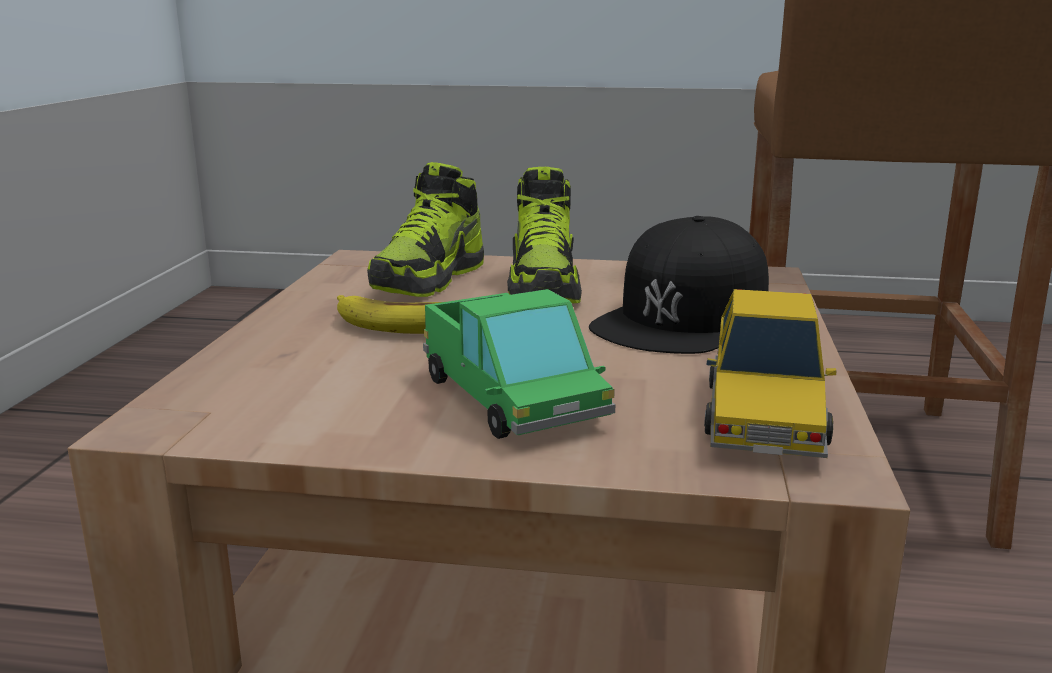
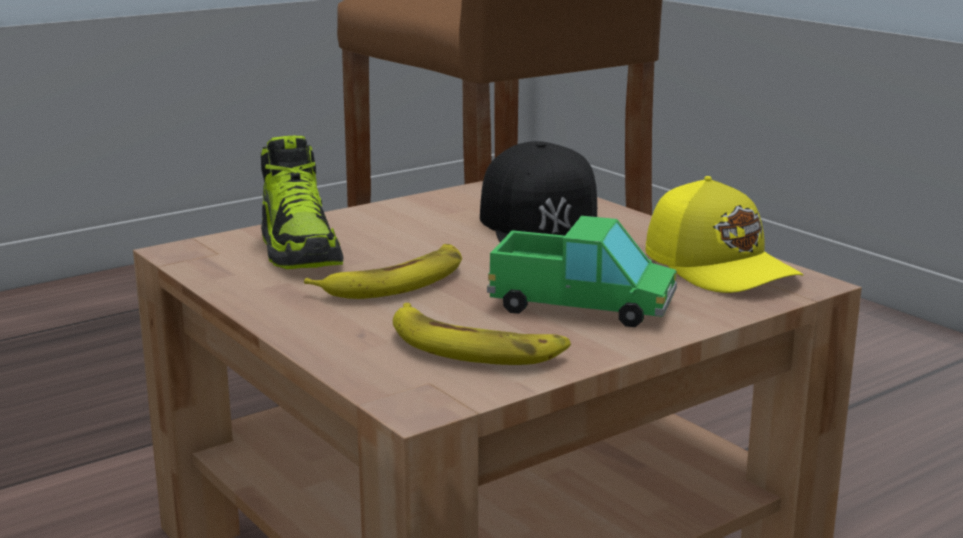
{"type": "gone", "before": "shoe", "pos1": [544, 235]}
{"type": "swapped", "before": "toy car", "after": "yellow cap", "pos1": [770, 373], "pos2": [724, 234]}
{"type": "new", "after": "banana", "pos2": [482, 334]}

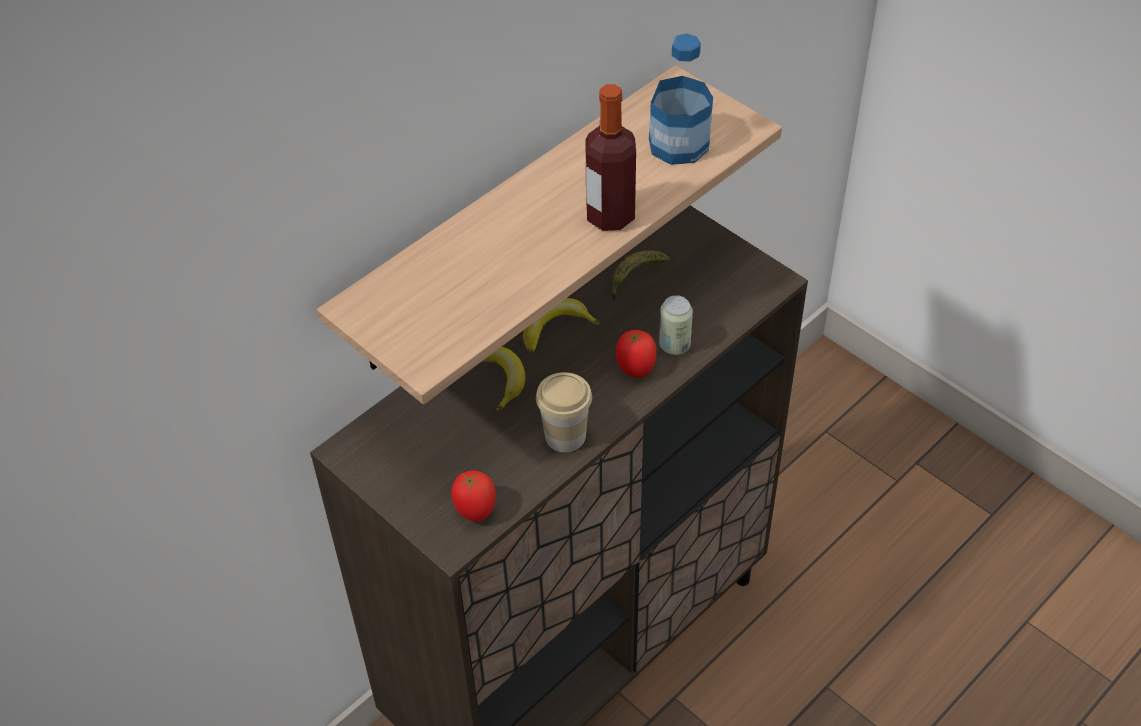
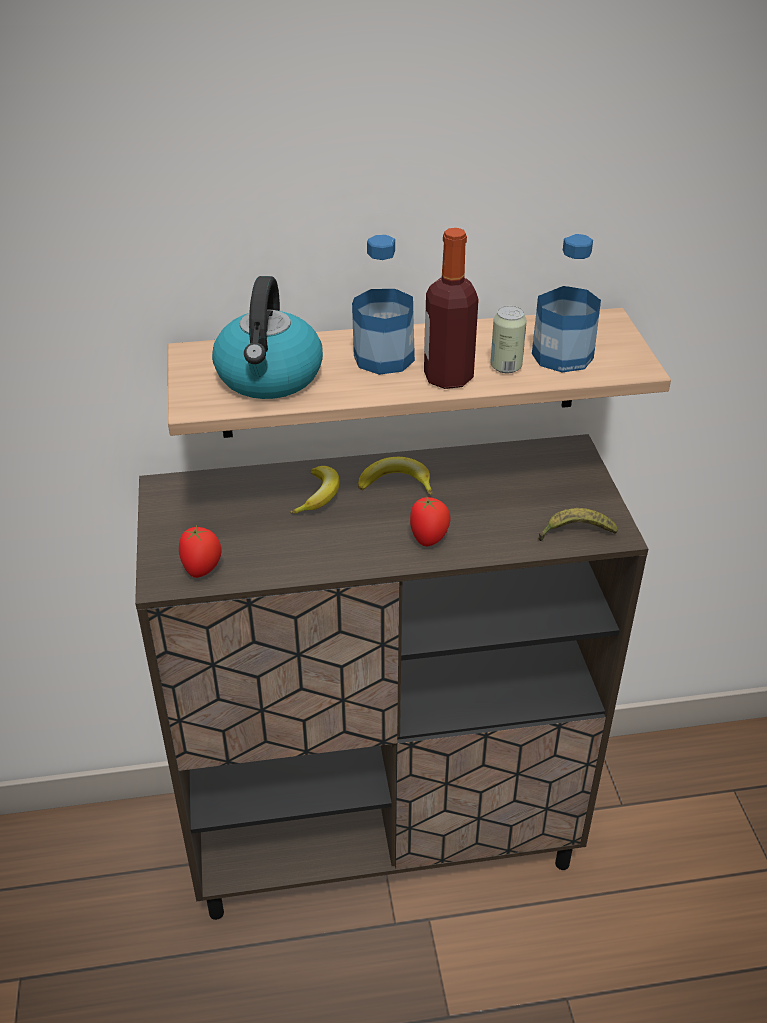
{"type": "shifted", "before": "banana", "pos1": [640, 275], "pos2": [578, 524]}
{"type": "shifted", "before": "can", "pos1": [676, 325], "pos2": [508, 339]}
{"type": "gone", "before": "cup", "pos1": [564, 412]}
{"type": "new", "after": "bottle", "pos2": [383, 305]}
{"type": "new", "after": "kettle", "pos2": [267, 337]}

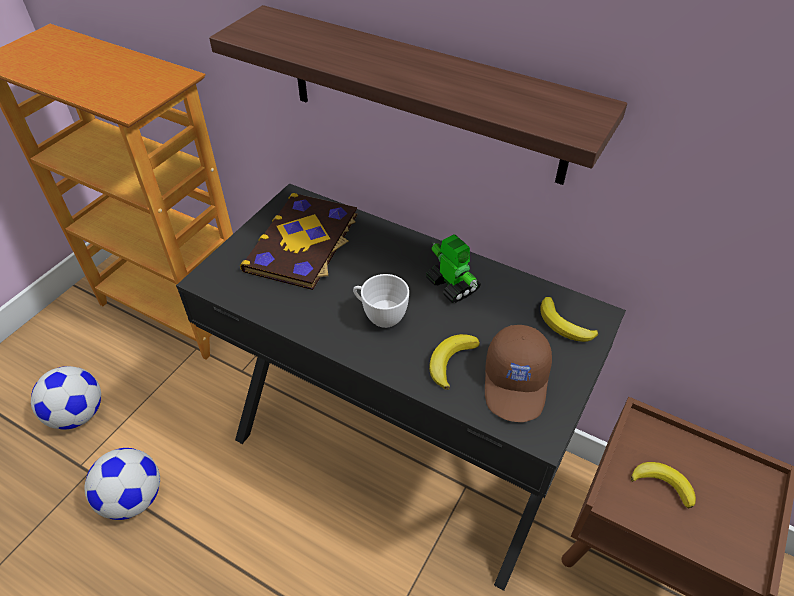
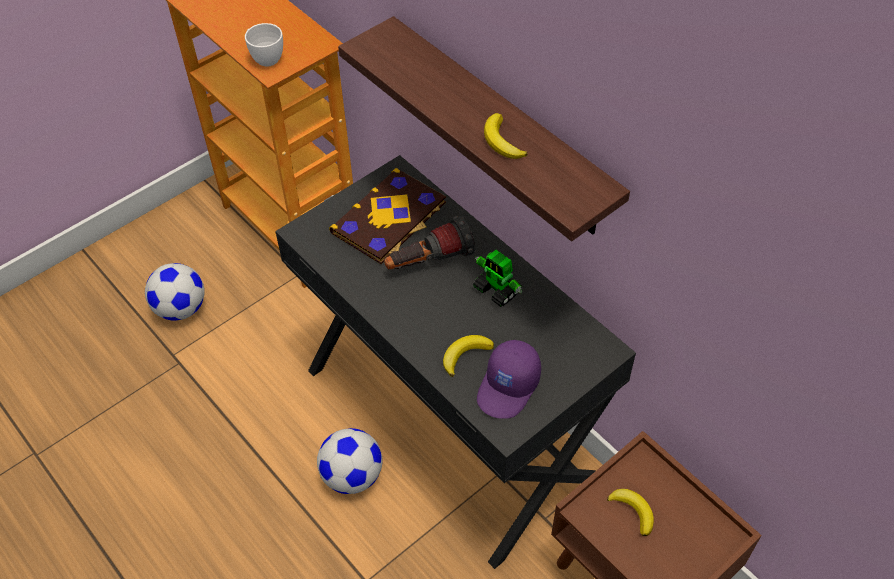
{"type": "rotated", "before": "toy robot", "pos1": [453, 268], "pos2": [497, 278], "turn": 150}
{"type": "shifted", "before": "white cup", "pos1": [381, 301], "pos2": [264, 45]}
{"type": "shifted", "before": "banana", "pos1": [569, 319], "pos2": [506, 136]}
{"type": "repainted", "before": "brown cap", "after": "purple cap", "pos1": [518, 373], "pos2": [509, 379]}
{"type": "shifted", "before": "football", "pos1": [122, 484], "pos2": [350, 461]}
{"type": "new", "after": "flashlight", "pos2": [429, 242]}

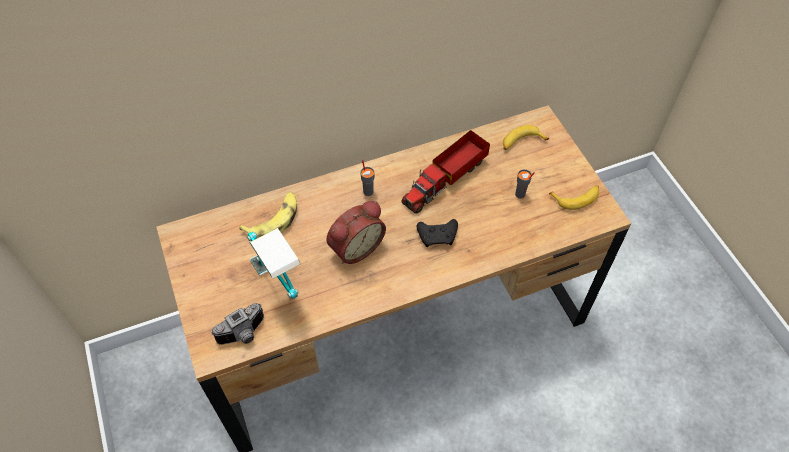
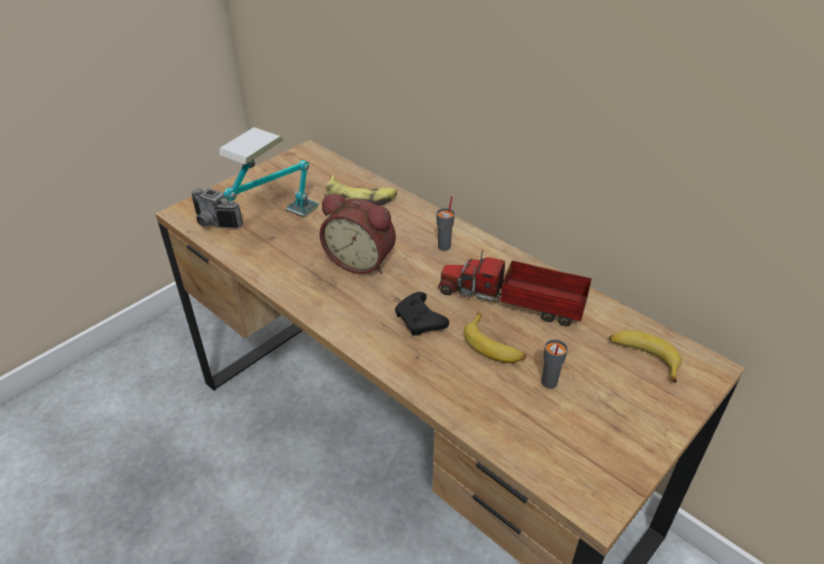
{"type": "shifted", "before": "banana", "pos1": [574, 197], "pos2": [495, 338]}

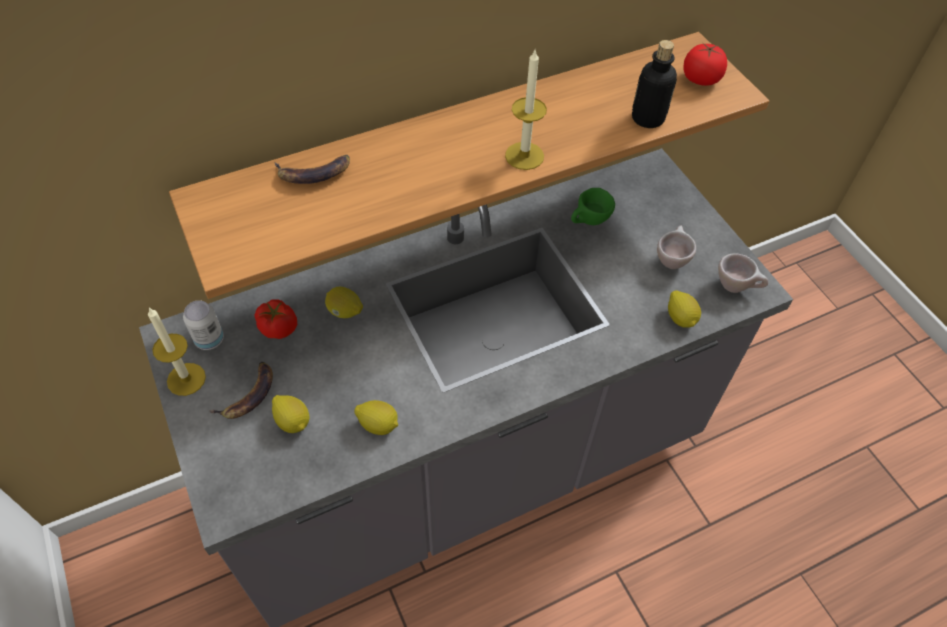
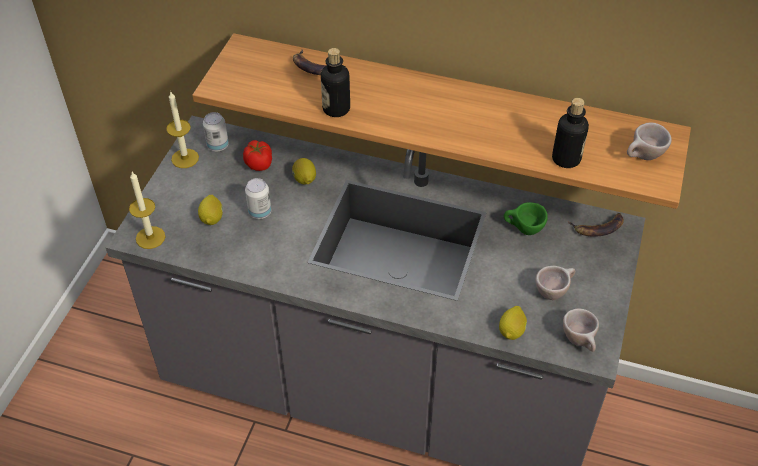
{"type": "swapped", "before": "tomato", "after": "beige cup", "pos1": [705, 64], "pos2": [649, 141]}
{"type": "shifted", "before": "candle", "pos1": [526, 109], "pos2": [147, 210]}
{"type": "shifted", "before": "banana", "pos1": [241, 390], "pos2": [596, 225]}
{"type": "gone", "before": "lemon", "pos1": [376, 417]}
{"type": "new", "after": "bottle", "pos2": [335, 82]}
{"type": "new", "after": "can", "pos2": [258, 198]}

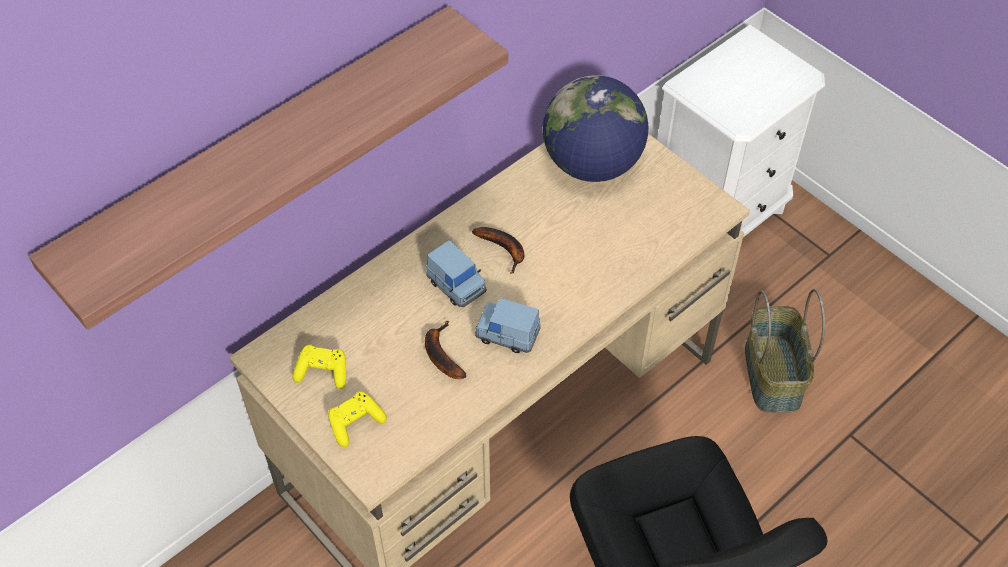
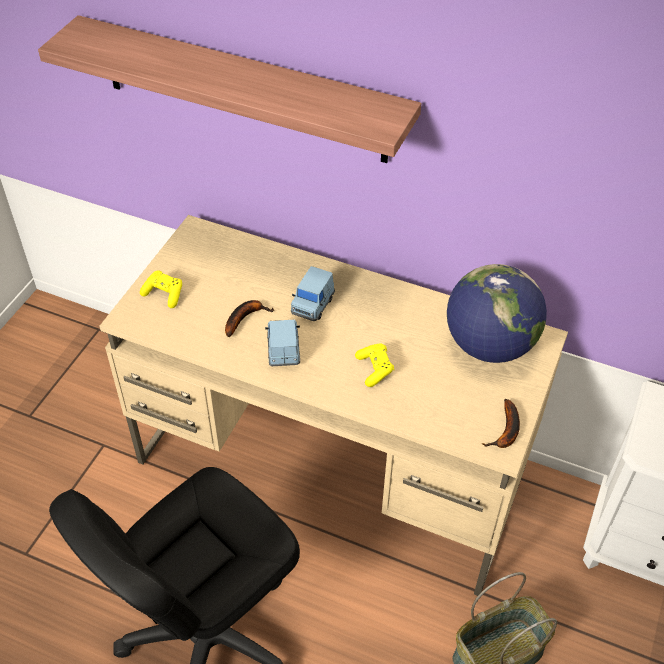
{"type": "shifted", "before": "banana", "pos1": [498, 250], "pos2": [500, 423]}
{"type": "shifted", "before": "yellow game controller", "pos1": [319, 366], "pos2": [374, 365]}

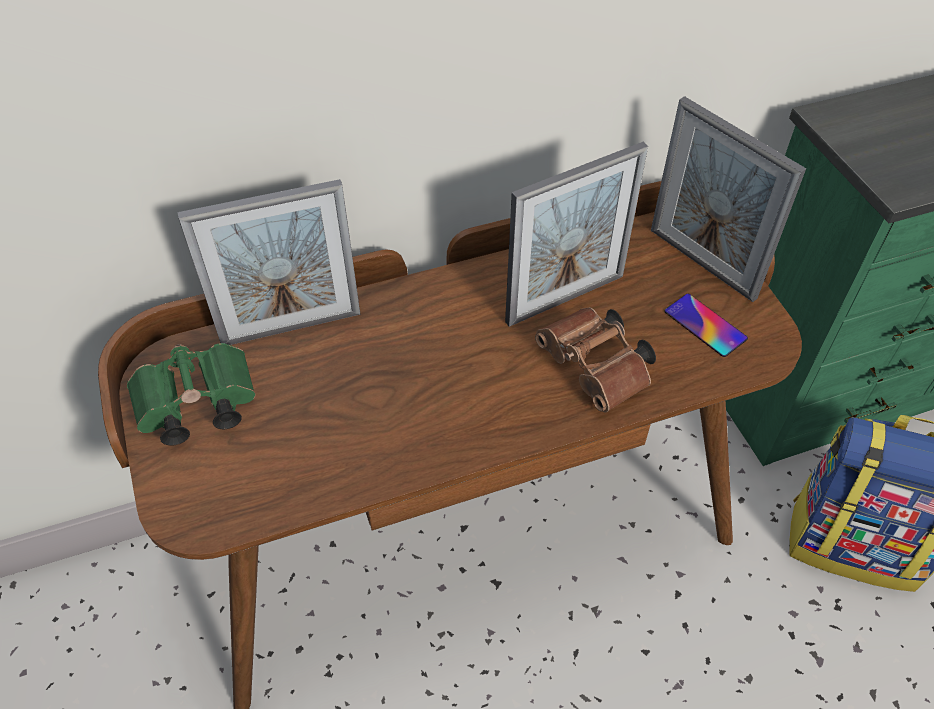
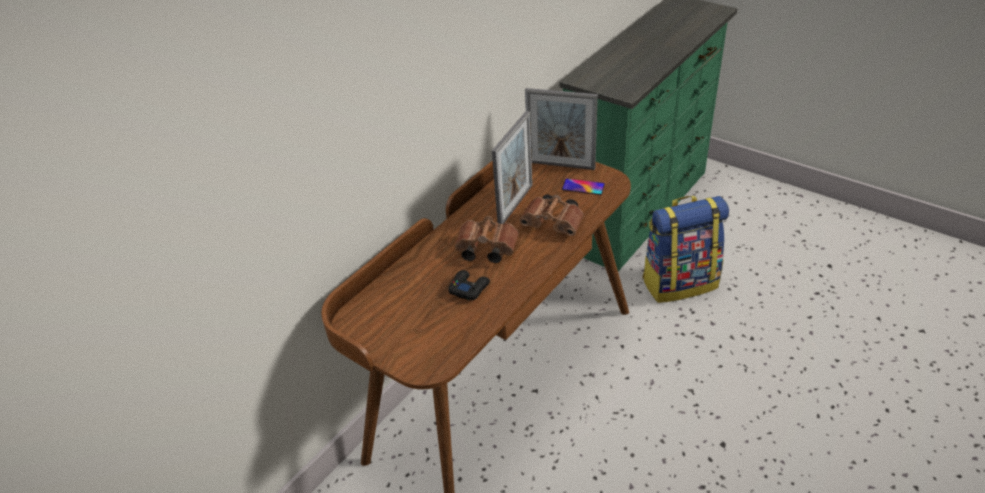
{"type": "gone", "before": "picture frame", "pos1": [268, 262]}
{"type": "gone", "before": "green binoculars", "pos1": [191, 394]}
{"type": "new", "after": "brown binoculars", "pos2": [487, 239]}
{"type": "new", "after": "black game controller", "pos2": [469, 285]}

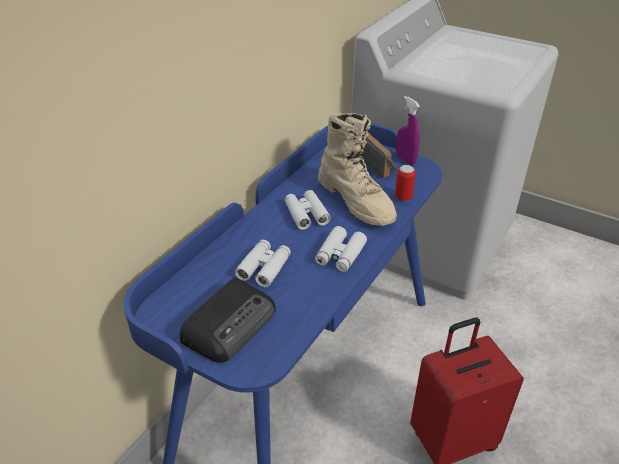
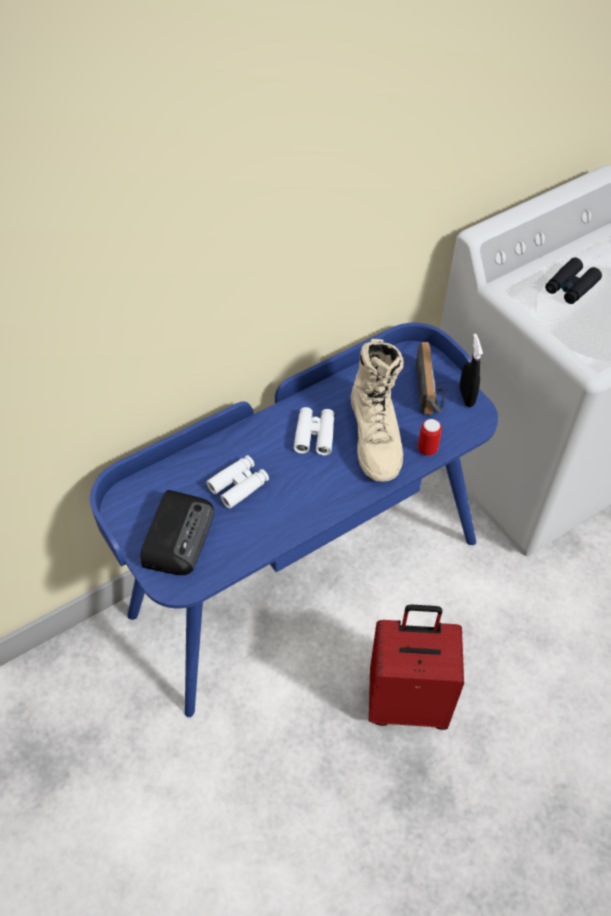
{"type": "repainted", "before": "purple spray bottle", "after": "black spray bottle", "pos1": [408, 130], "pos2": [471, 370]}
{"type": "gone", "before": "white binoculars", "pos1": [341, 249]}
{"type": "rotated", "before": "radio", "pos1": [228, 320], "pos2": [177, 532], "turn": -45}
{"type": "new", "after": "black binoculars", "pos2": [573, 281]}

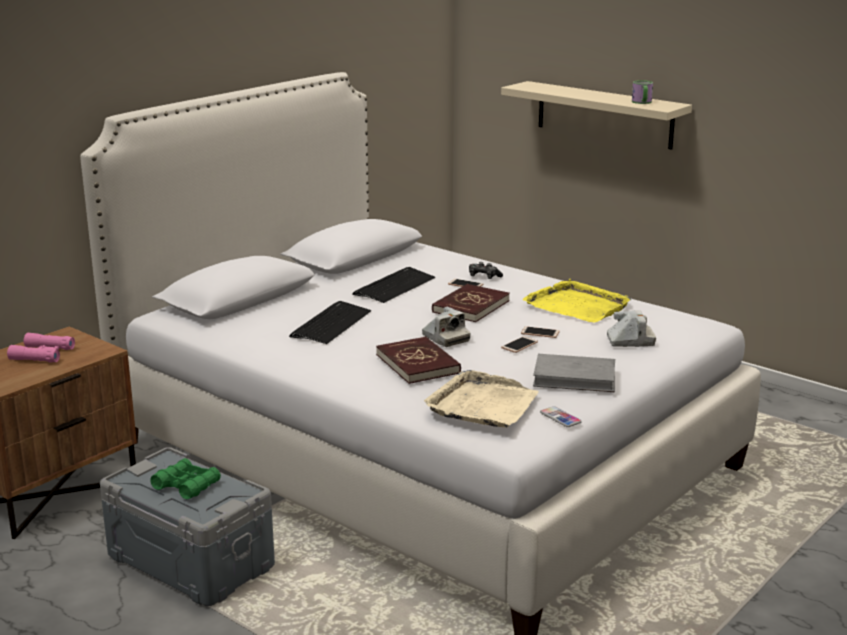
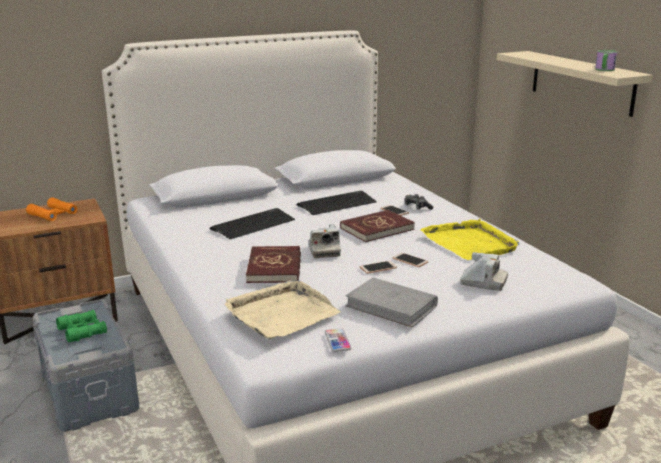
{"type": "repainted", "before": "pink binoculars", "after": "orange binoculars", "pos1": [41, 348], "pos2": [51, 209]}

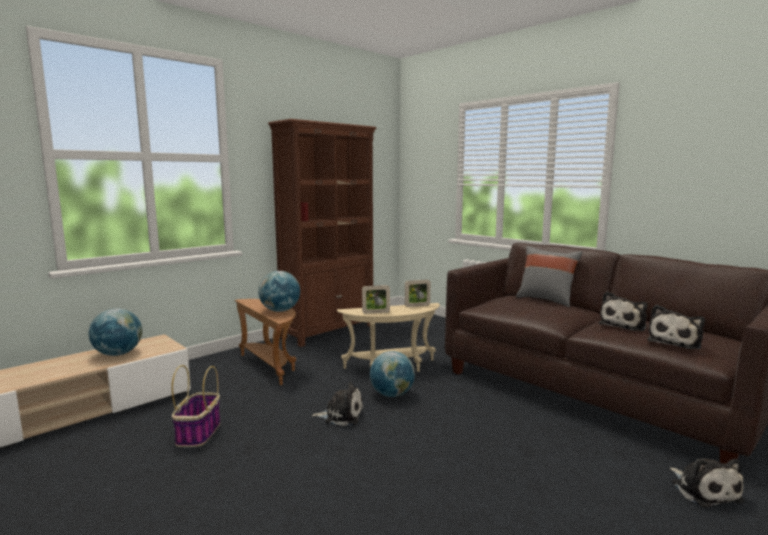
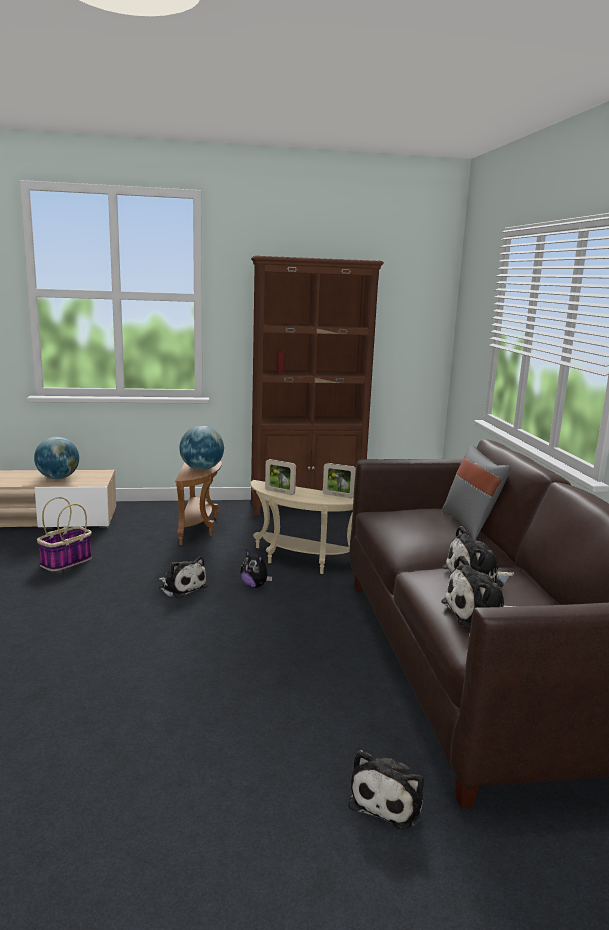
{"type": "swapped", "before": "globe", "after": "plush toy", "pos1": [392, 374], "pos2": [256, 569]}

